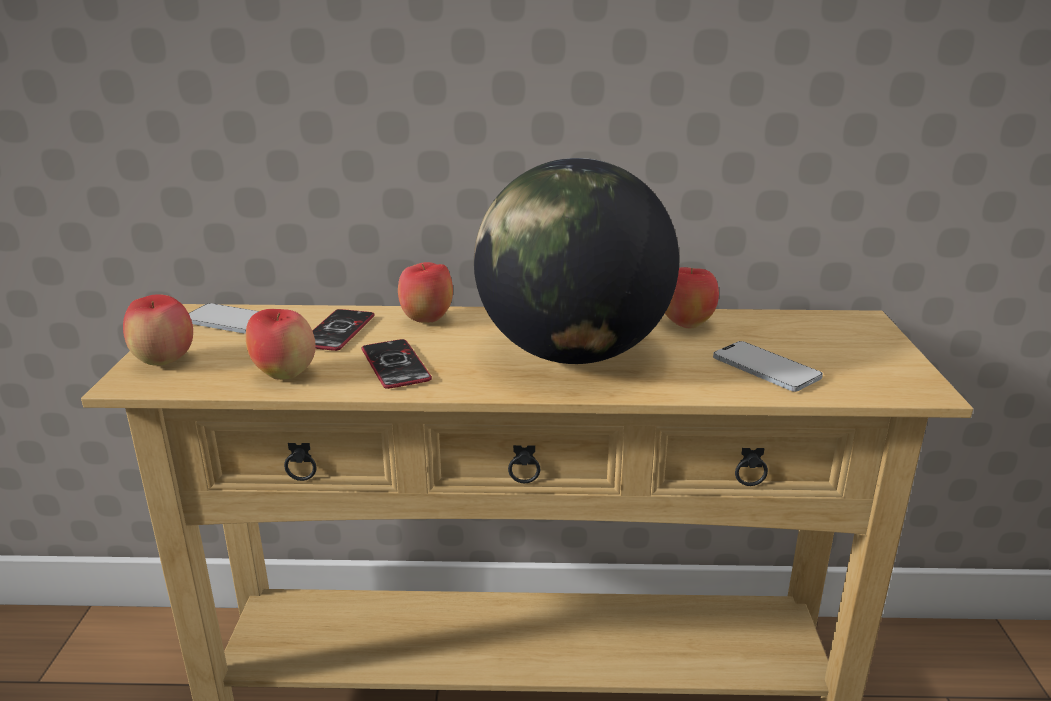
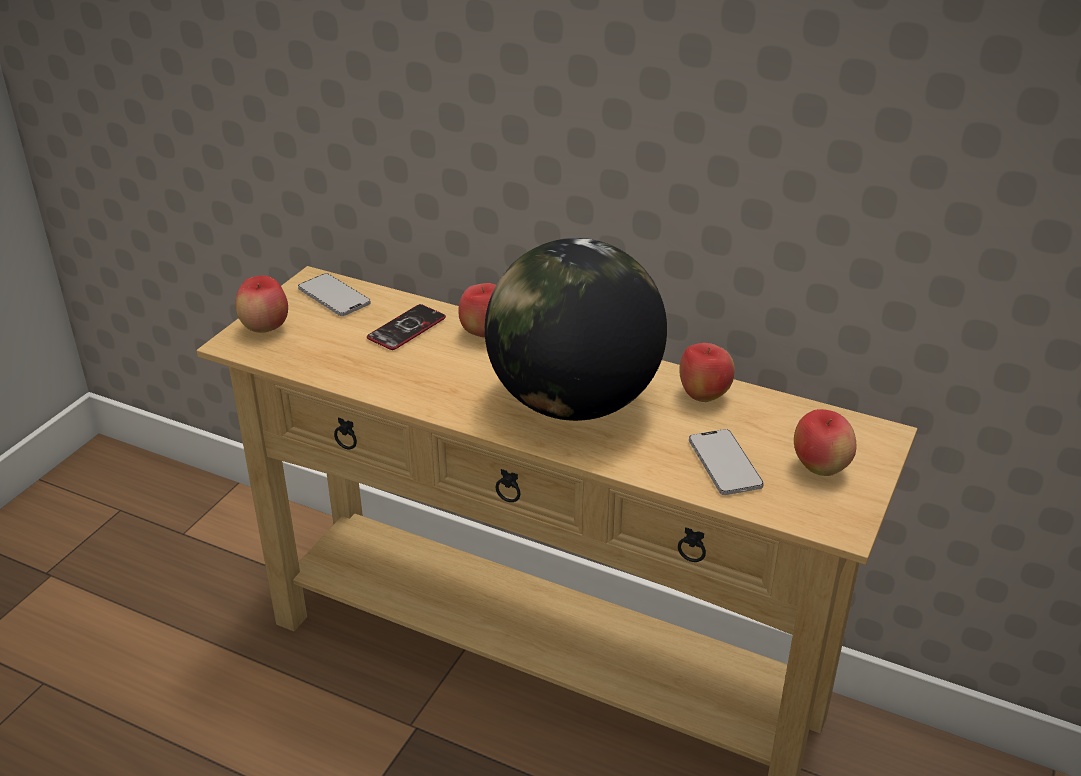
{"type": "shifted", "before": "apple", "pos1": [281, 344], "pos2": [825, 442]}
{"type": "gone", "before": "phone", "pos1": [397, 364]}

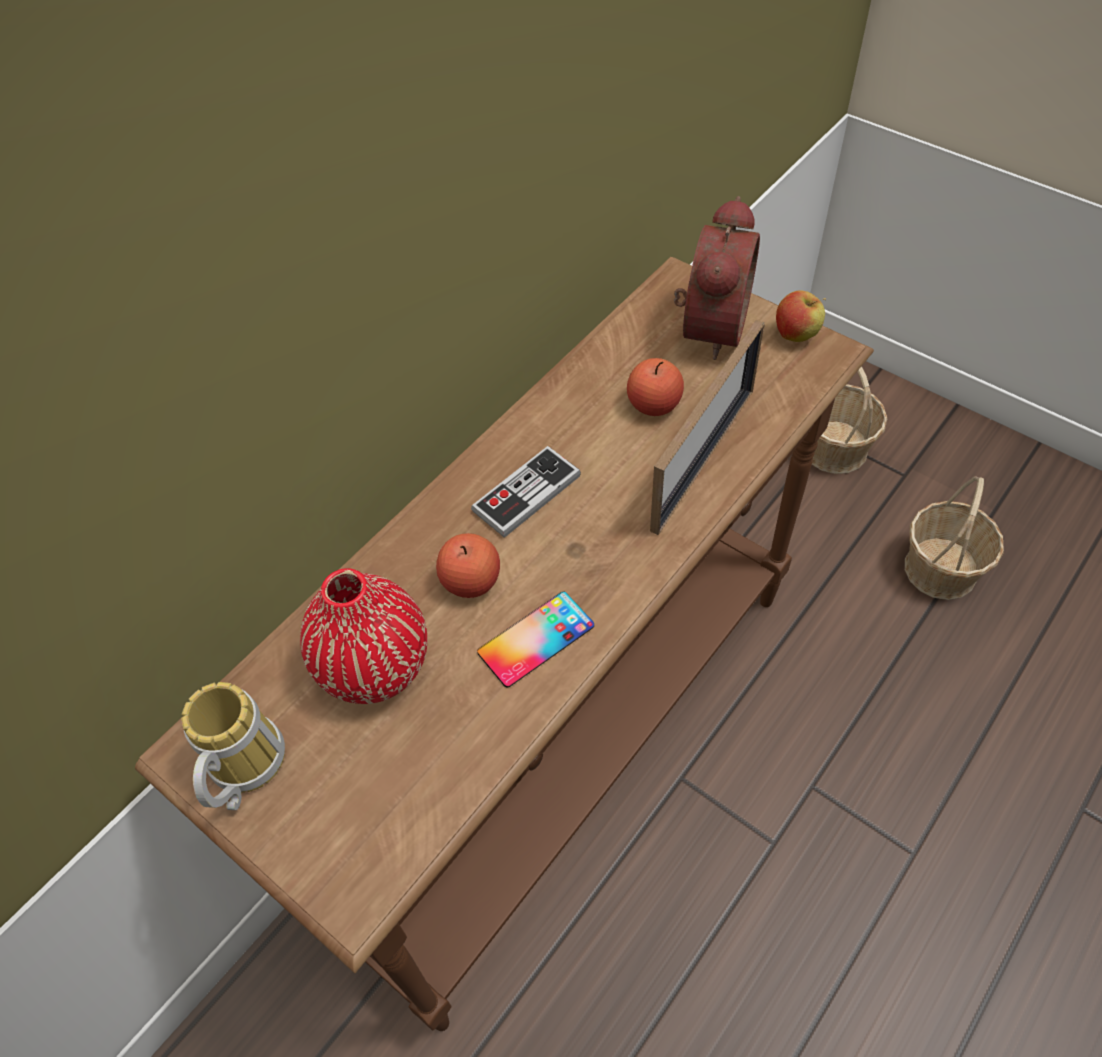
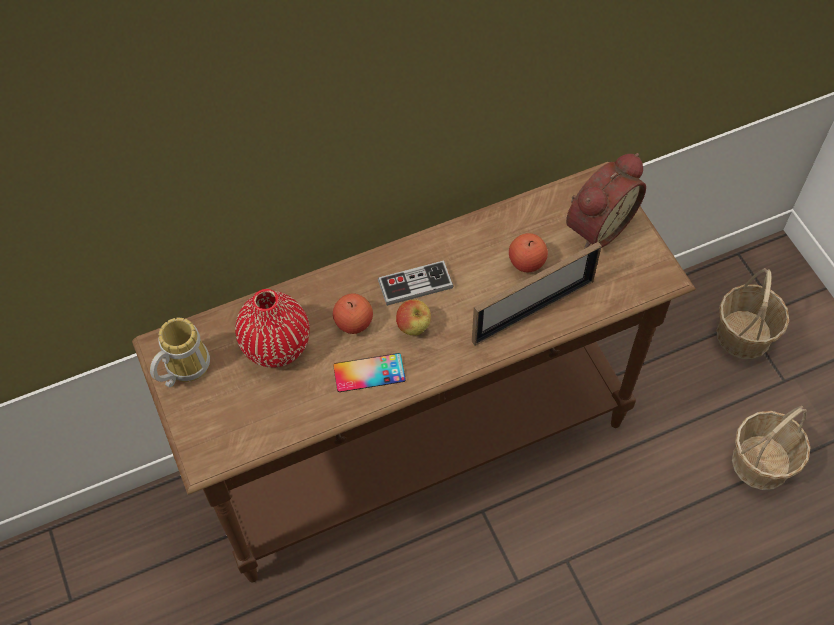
{"type": "shifted", "before": "apple", "pos1": [801, 316], "pos2": [413, 317]}

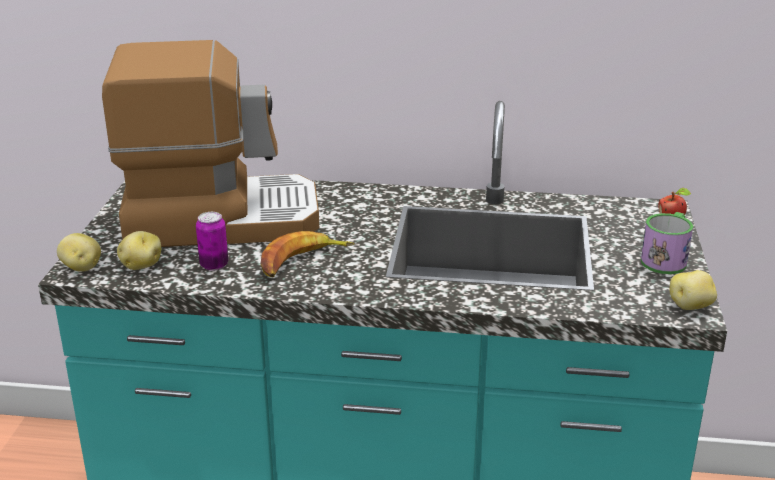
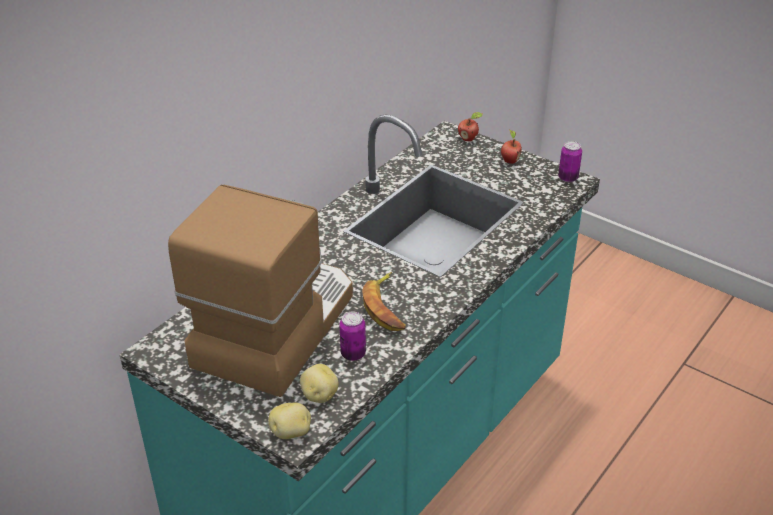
{"type": "swapped", "before": "mug", "after": "apple", "pos1": [667, 243], "pos2": [511, 146]}
{"type": "swapped", "before": "potato", "after": "can", "pos1": [693, 290], "pos2": [570, 161]}

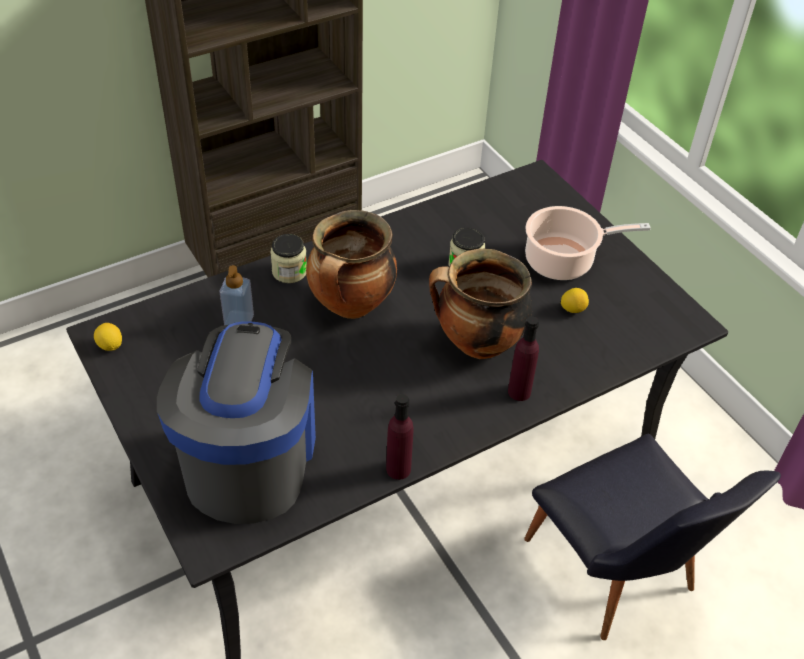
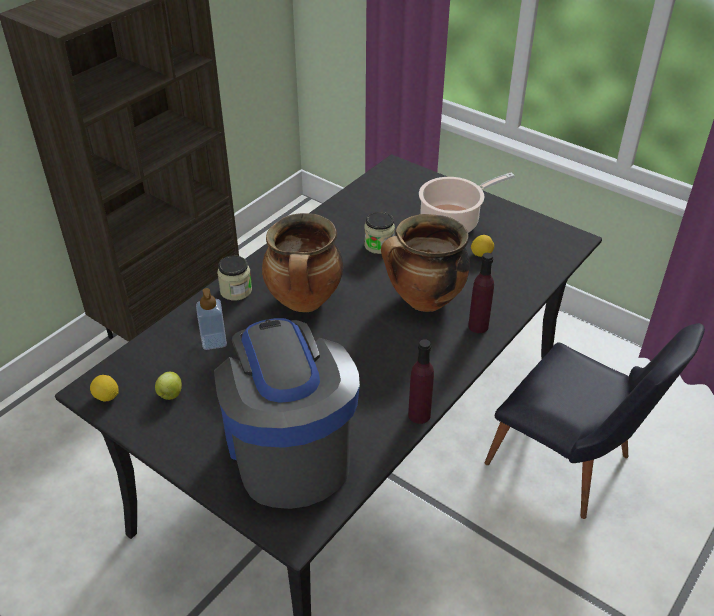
{"type": "new", "after": "apple", "pos2": [168, 386]}

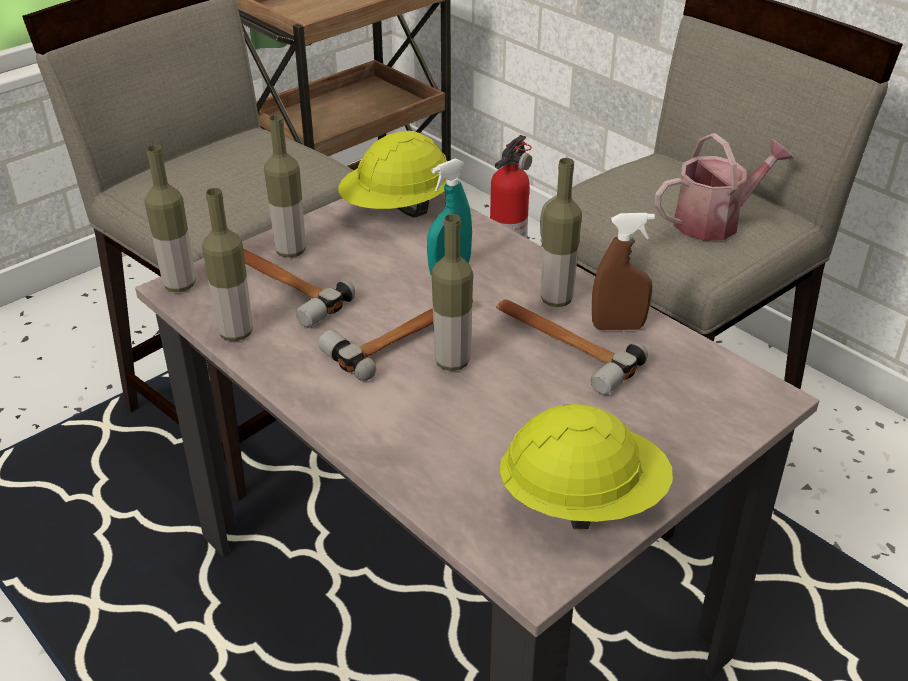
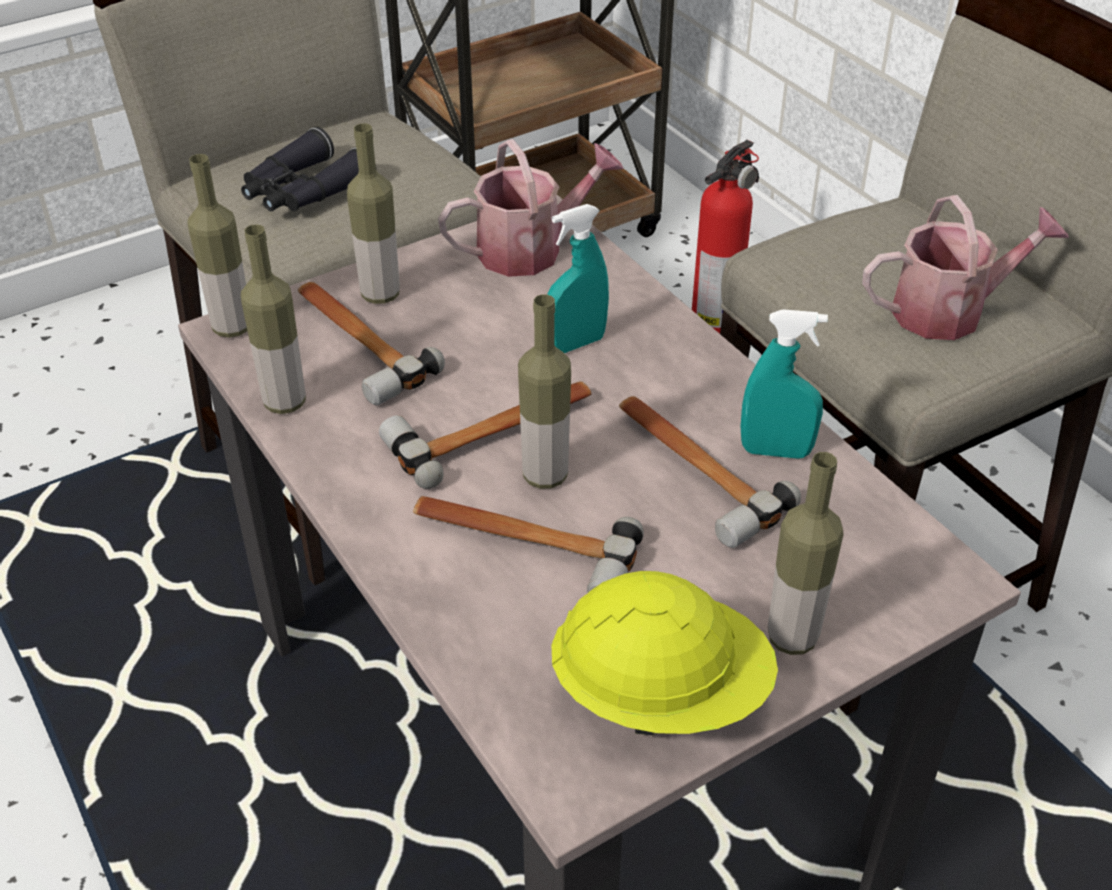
{"type": "swapped", "before": "yellow hard hat", "after": "watering can", "pos1": [392, 174], "pos2": [531, 208]}
{"type": "shifted", "before": "bottle", "pos1": [561, 232], "pos2": [806, 553]}
{"type": "repainted", "before": "brown spray bottle", "after": "turquoise spray bottle", "pos1": [623, 271], "pos2": [784, 384]}
{"type": "new", "after": "black binoculars", "pos2": [308, 169]}
{"type": "new", "after": "hammer", "pos2": [528, 544]}

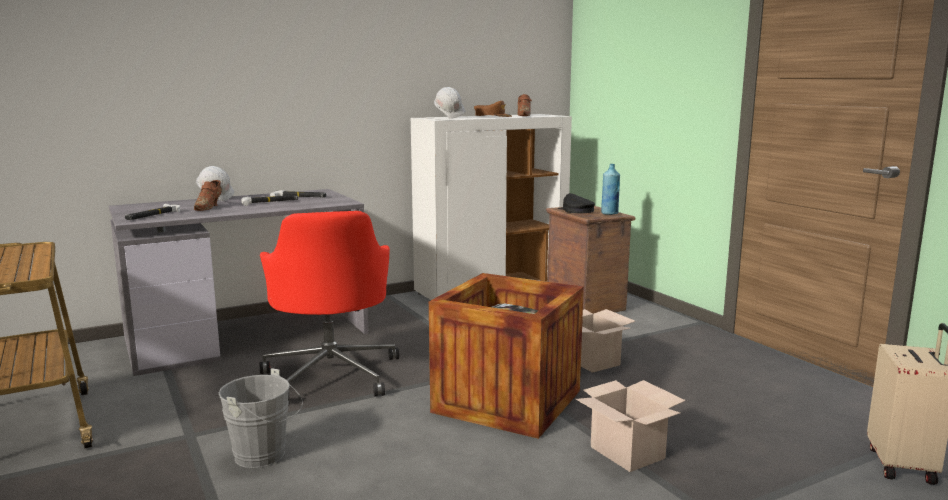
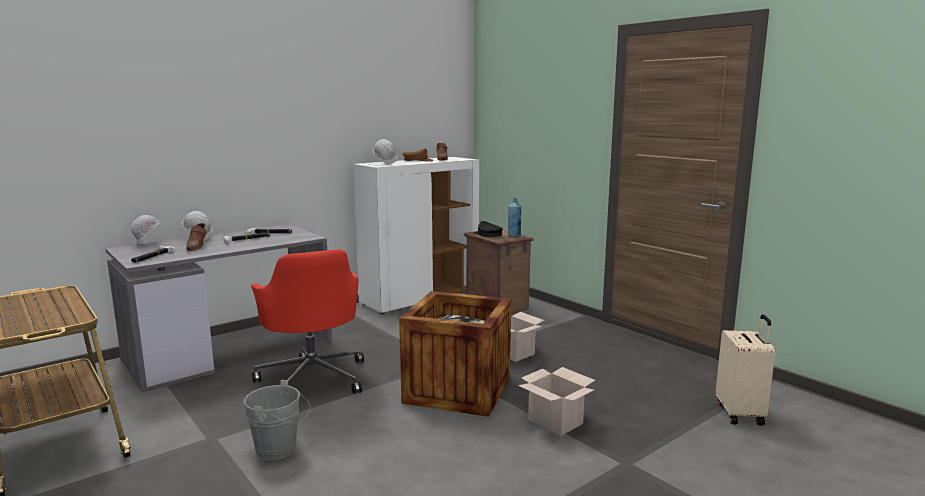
{"type": "new", "after": "white hard hat", "pos2": [146, 230]}

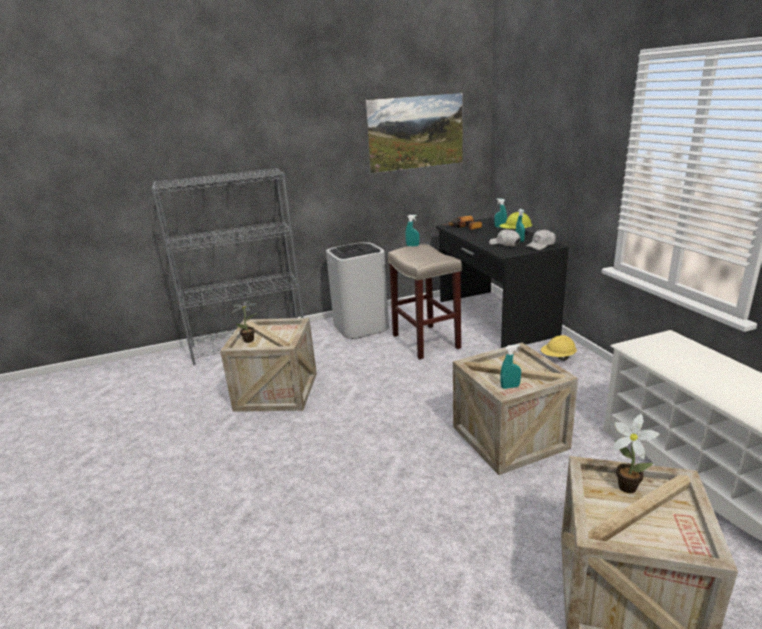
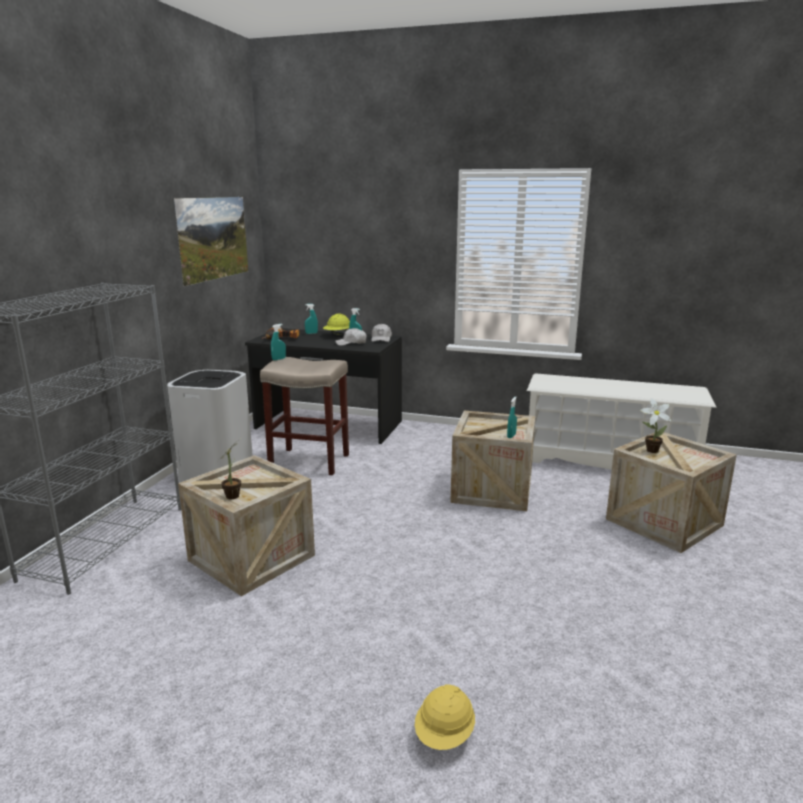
{"type": "shifted", "before": "yellow hard hat", "pos1": [559, 348], "pos2": [445, 717]}

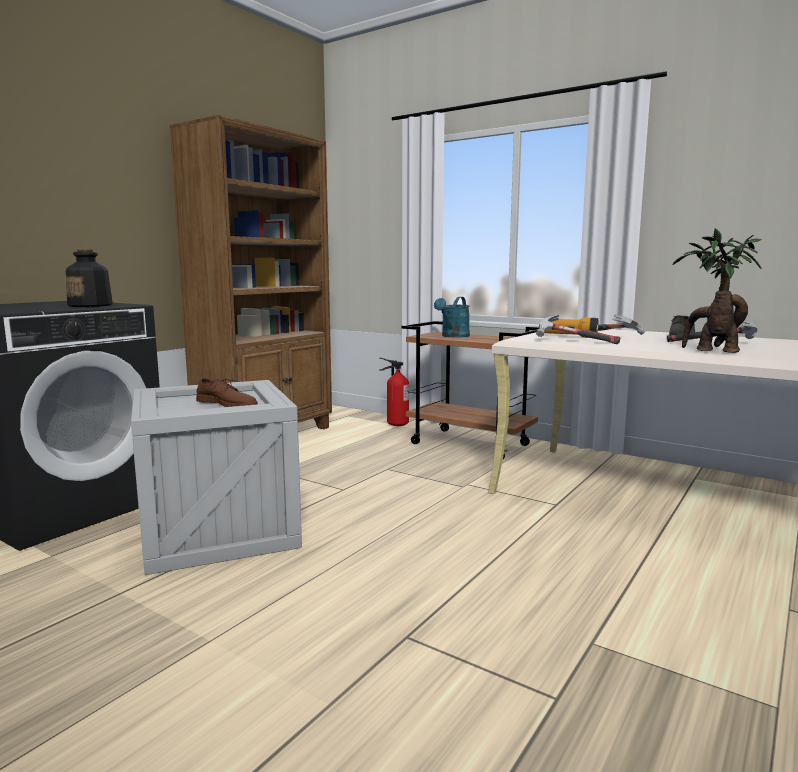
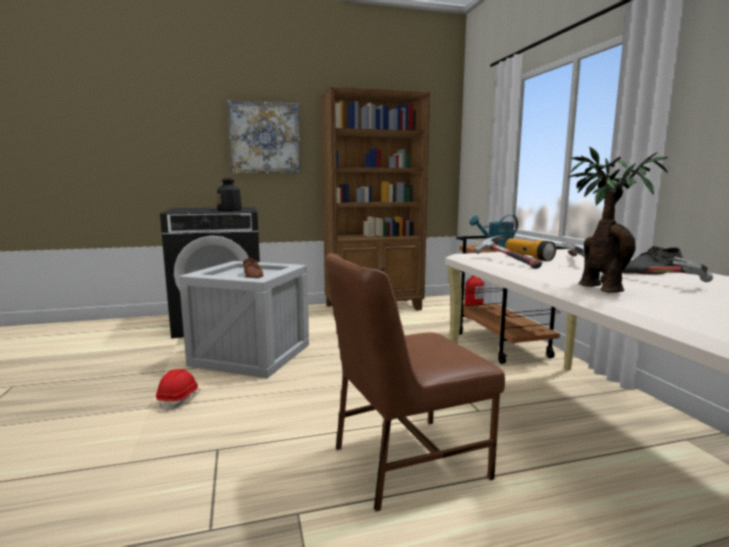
{"type": "new", "after": "picture", "pos2": [264, 137]}
{"type": "new", "after": "brown chair", "pos2": [415, 382]}
{"type": "new", "after": "red hard hat", "pos2": [178, 390]}

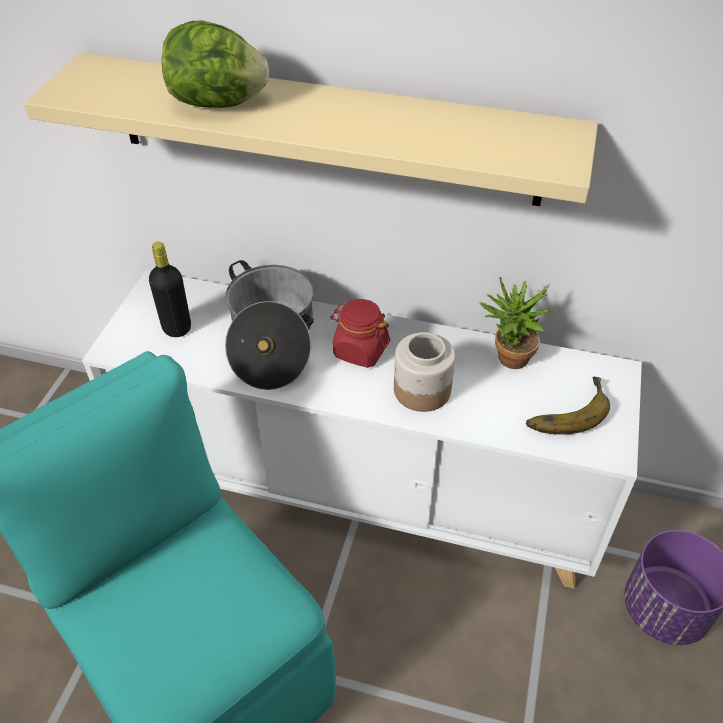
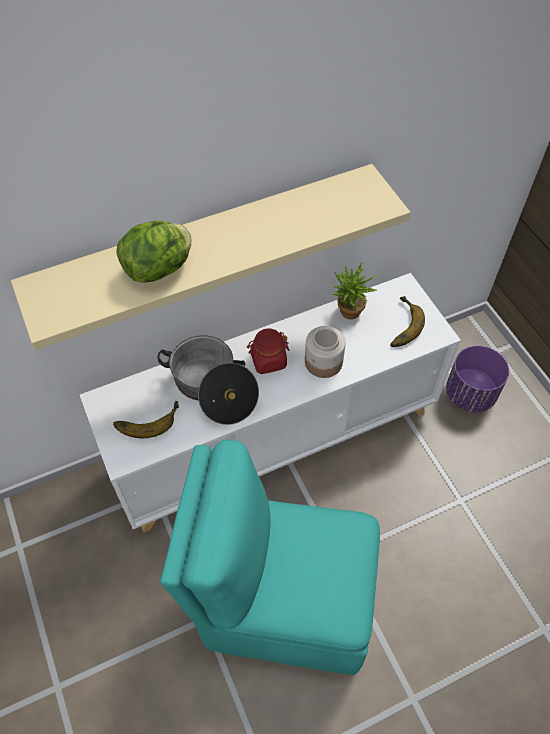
{"type": "swapped", "before": "black bottle", "after": "banana", "pos1": [170, 289], "pos2": [146, 419]}

